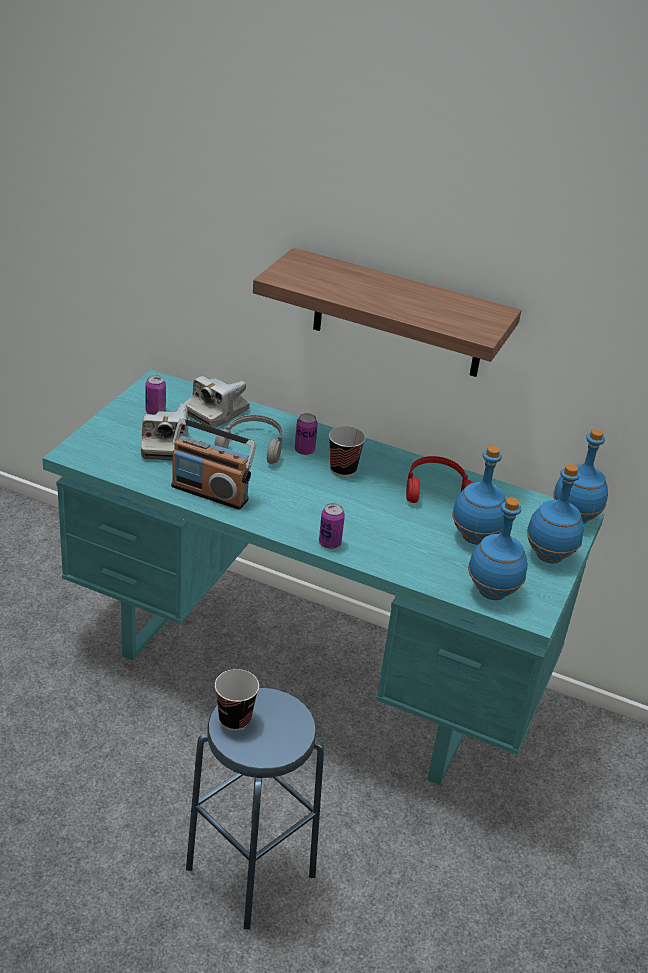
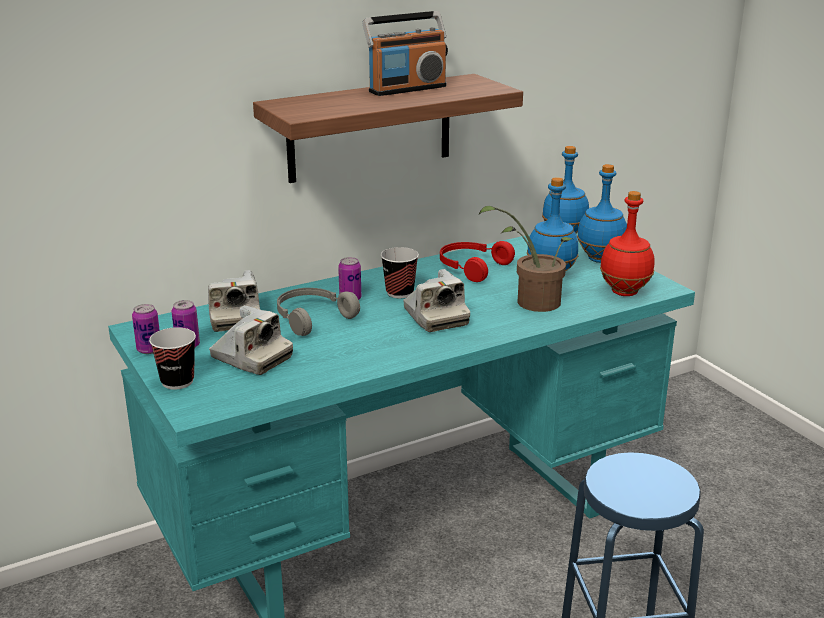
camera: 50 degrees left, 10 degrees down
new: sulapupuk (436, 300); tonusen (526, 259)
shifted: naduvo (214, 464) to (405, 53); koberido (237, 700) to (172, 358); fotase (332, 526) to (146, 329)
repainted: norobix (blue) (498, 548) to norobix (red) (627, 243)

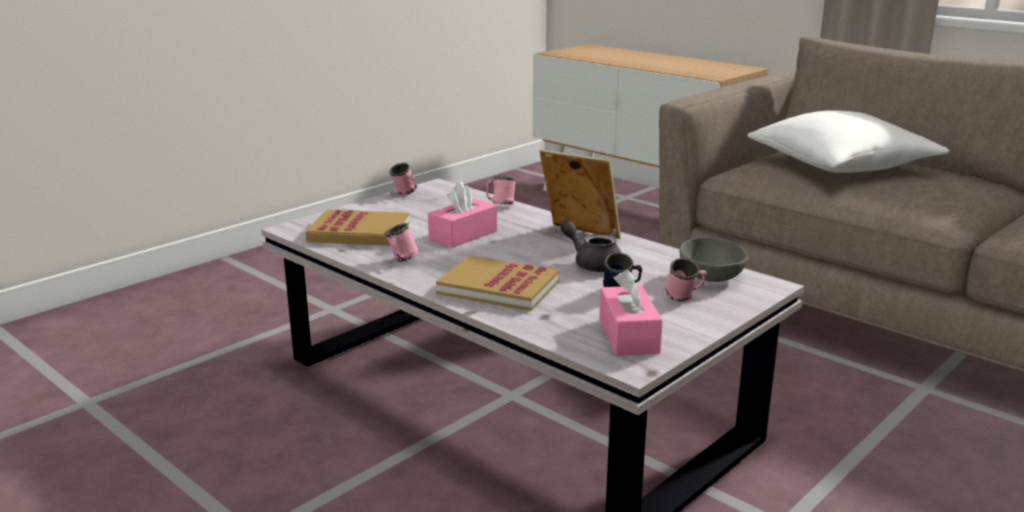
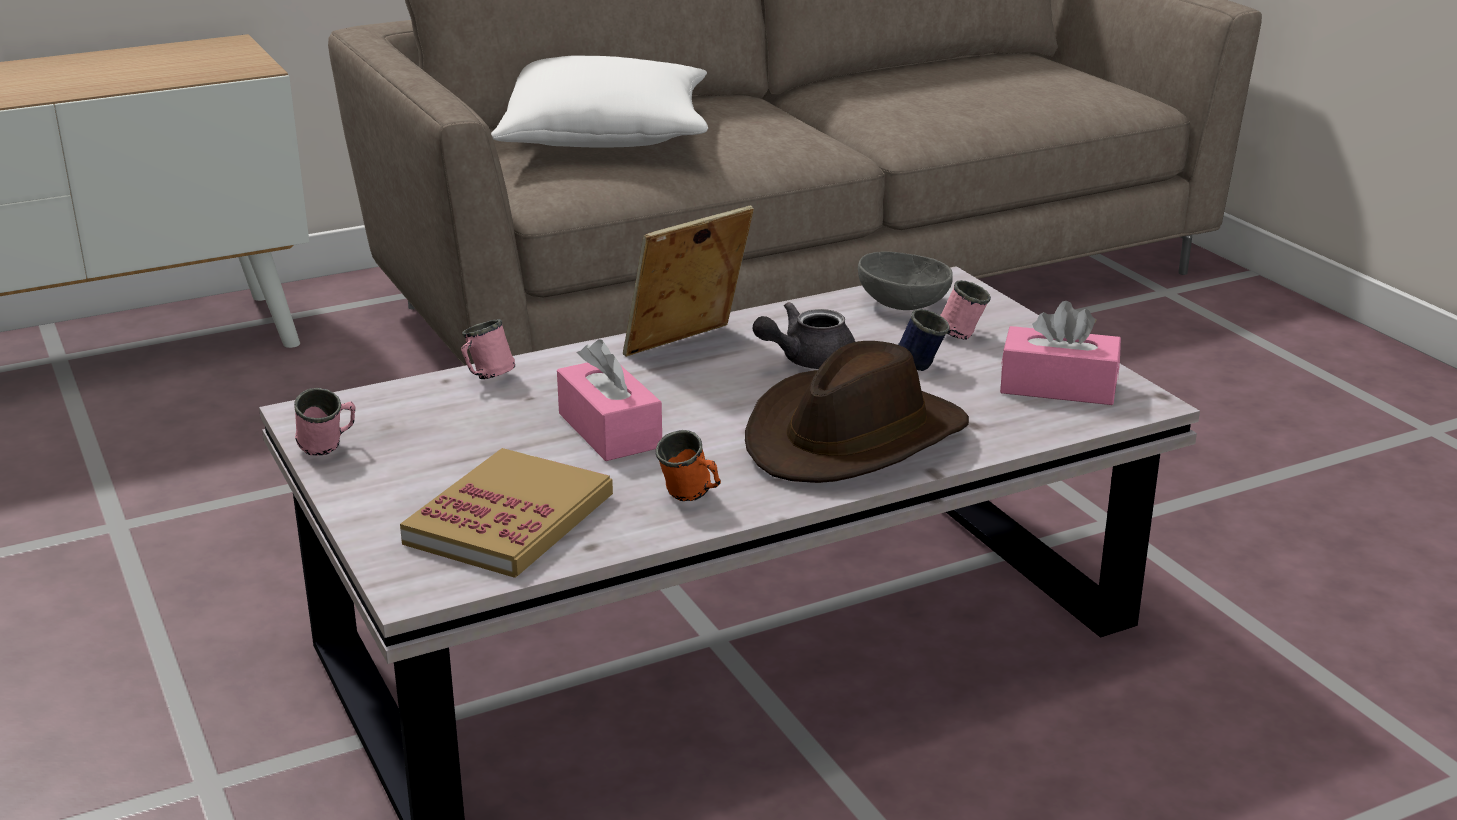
camera: 70 degrees left, 5 degrees up
swapped: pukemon (498, 283) to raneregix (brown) (857, 412)
repainted: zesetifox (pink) (401, 242) to zesetifox (orange) (688, 465)

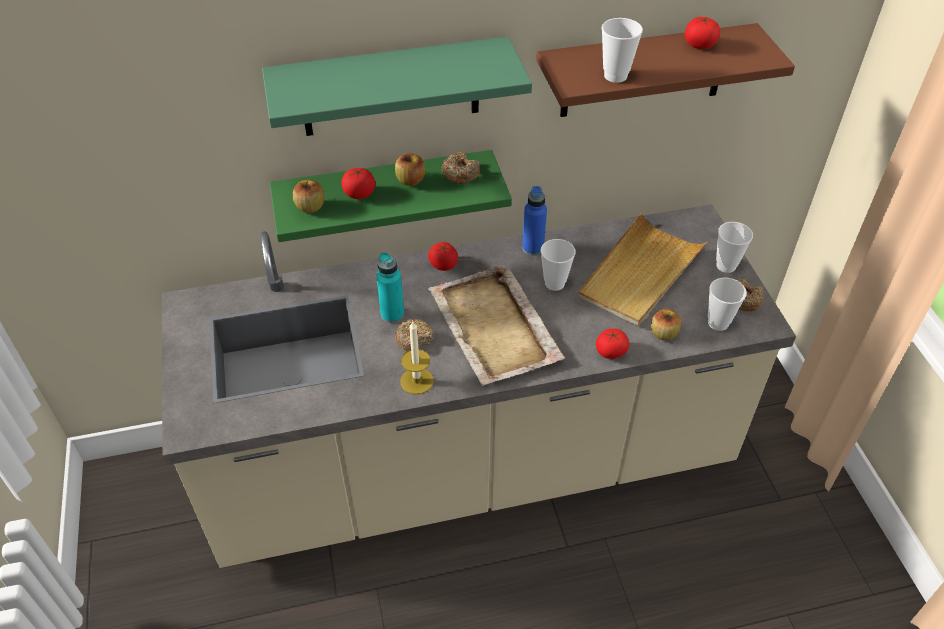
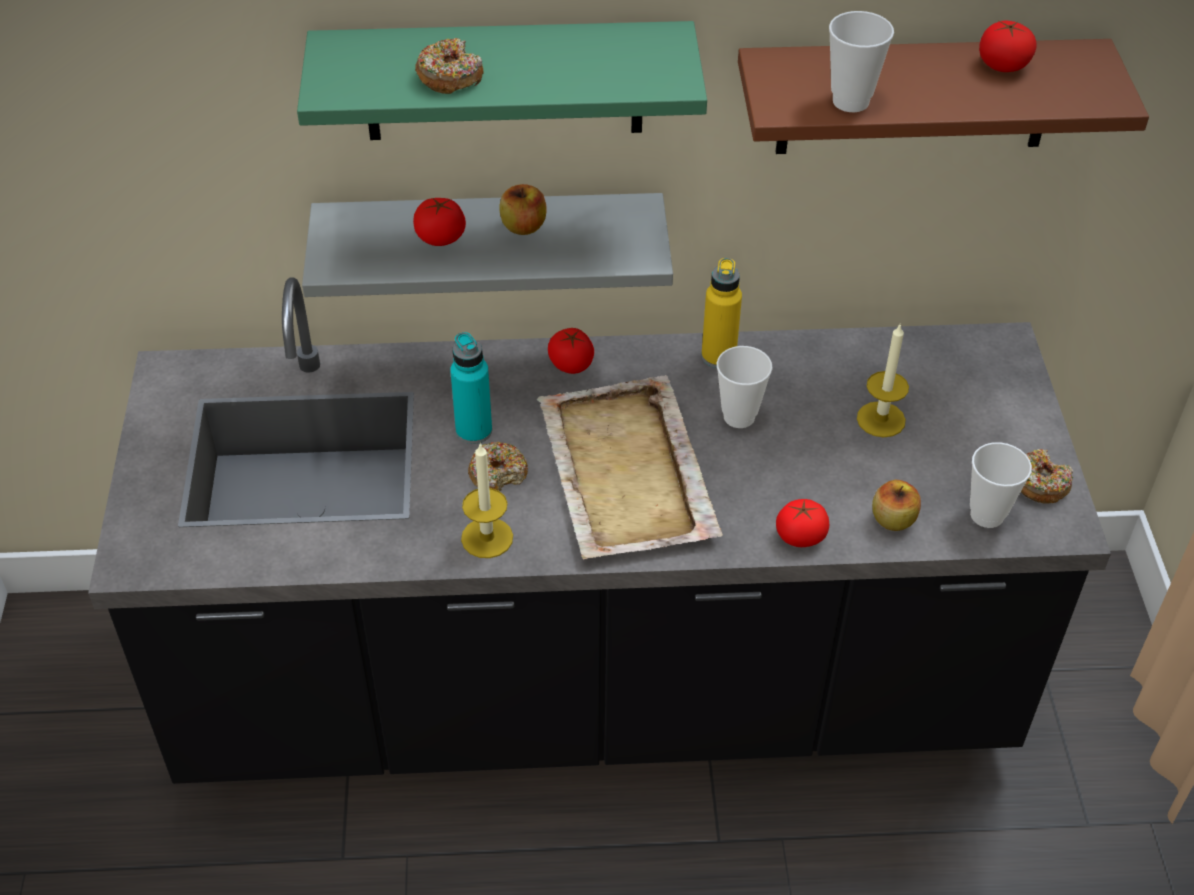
camera: 10 degrees right, 0 degrees up
gone: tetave (308, 196); koberido (734, 247)
shifted: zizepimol (461, 168) to (449, 66)
swapped: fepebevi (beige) (643, 270) to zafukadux (883, 381)
repainted: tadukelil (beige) (479, 386) to tadukelil (black) (599, 530); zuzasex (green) (391, 196) to zuzasex (grey) (487, 245); norobix (blue) (534, 221) to norobix (yellow) (721, 313)

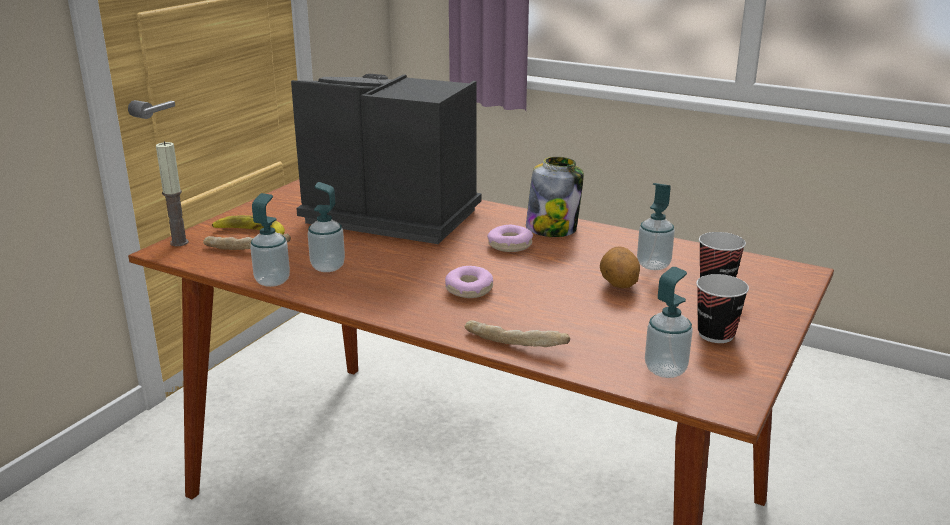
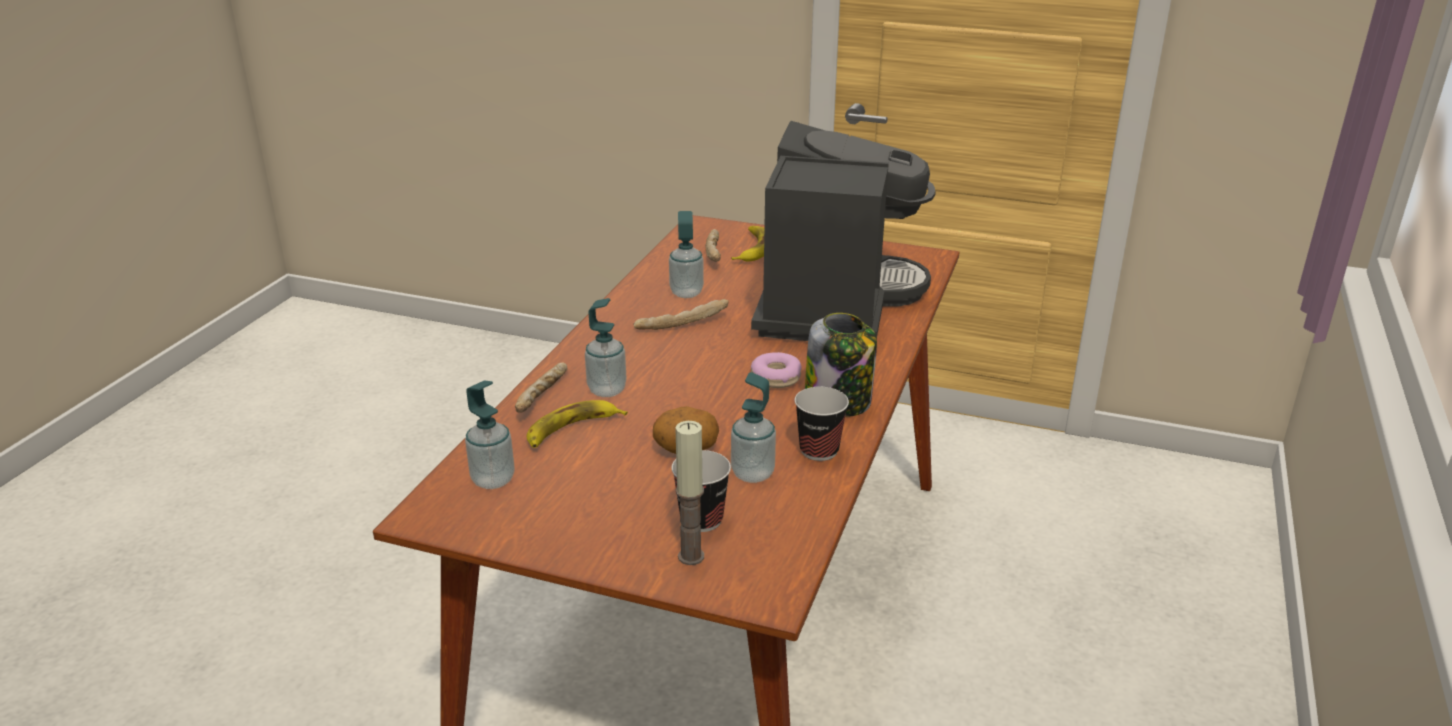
camera: 80 degrees right, 5 degrees up
gone: zizepimol (469, 282)
new: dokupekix (577, 424); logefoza (681, 314)
shifted: zafukadux (172, 193) to (690, 493); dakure (270, 240) to (606, 347); koberido (722, 308) to (822, 424)

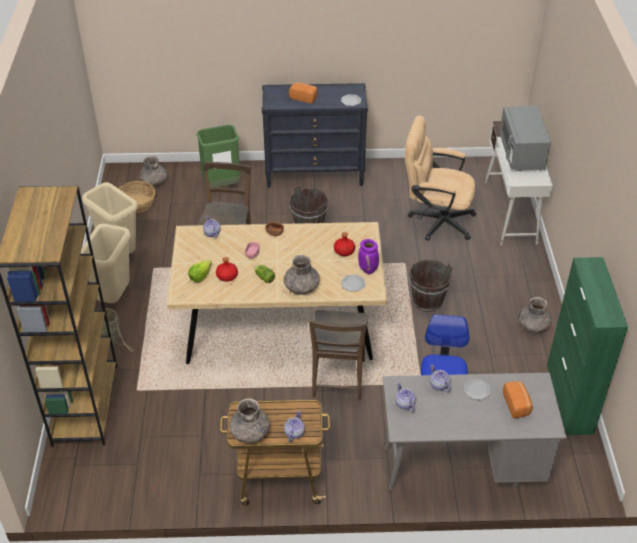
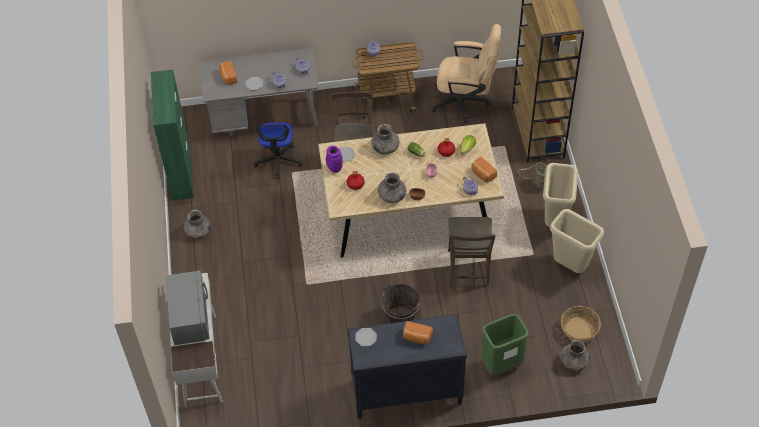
camera: 175 degrees right, 10 degrees up
gone: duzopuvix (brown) (431, 285)
new: logefoza (484, 169)
shifted: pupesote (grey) (250, 421) to (392, 187); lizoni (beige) (440, 178) to (466, 73)

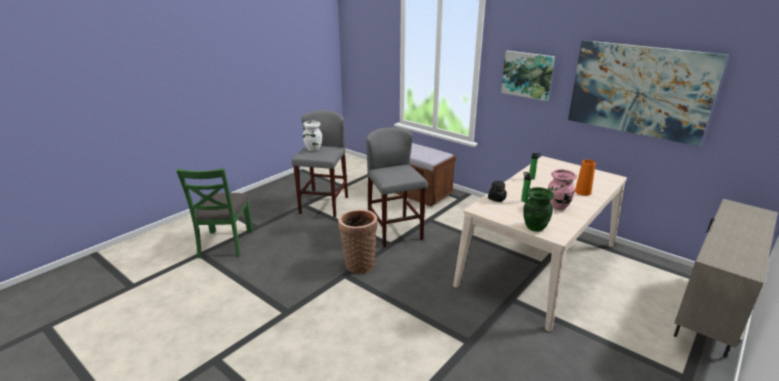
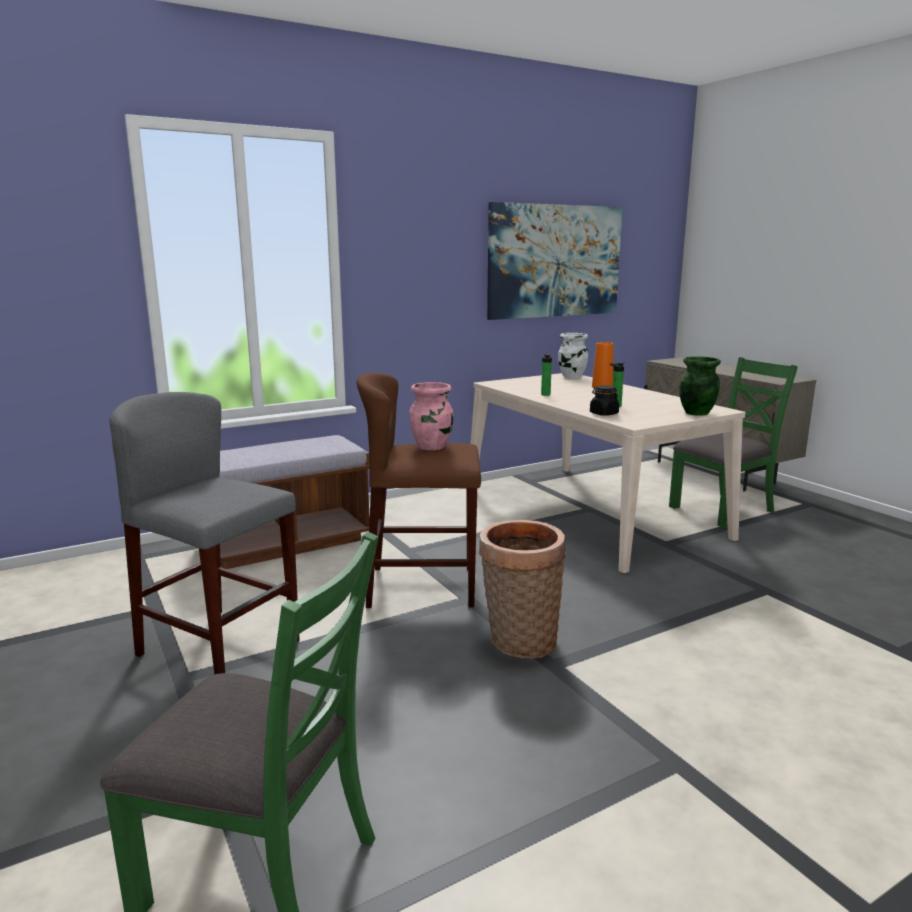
camera: 70 degrees left, 10 degrees down
gone: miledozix (528, 76)
new: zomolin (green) (733, 442)
shifted: pupesote (white) (312, 136) to (573, 355); pupesote (pink) (562, 189) to (431, 416)
repainted: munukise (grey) (396, 187) to munukise (brown) (419, 490)

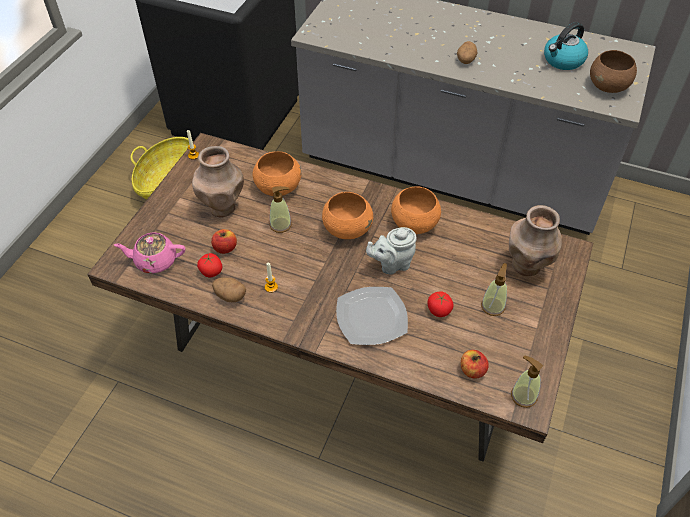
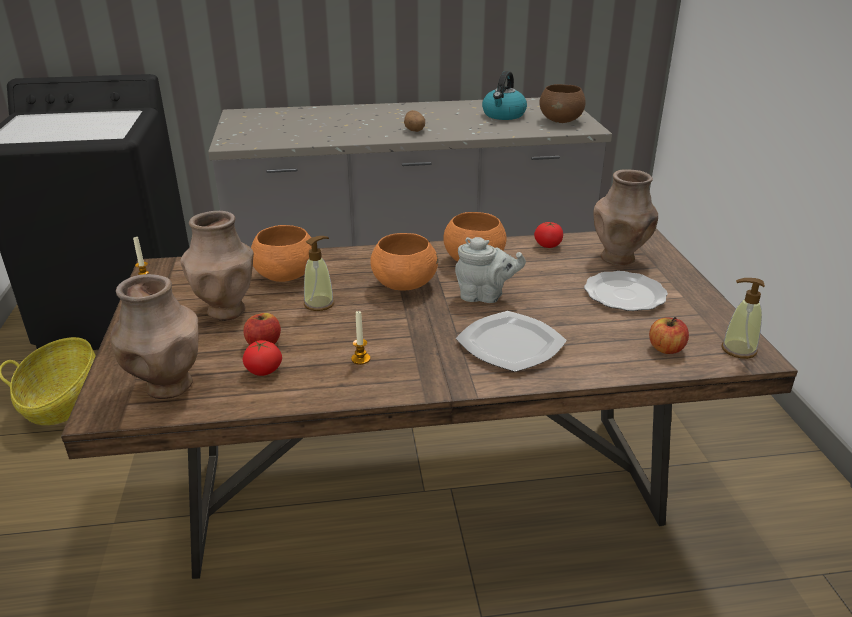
camera: 30 degrees left, 20 degrees down
gone: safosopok (229, 289)
shifted: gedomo (441, 304) to (548, 235)
swapped: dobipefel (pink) (149, 253) to pupesote (brown) (154, 336); dakure (494, 289) to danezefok (626, 291)
rotated: dobipefel (grey) (391, 251) = (490, 270) 120 degrees counterclockwise

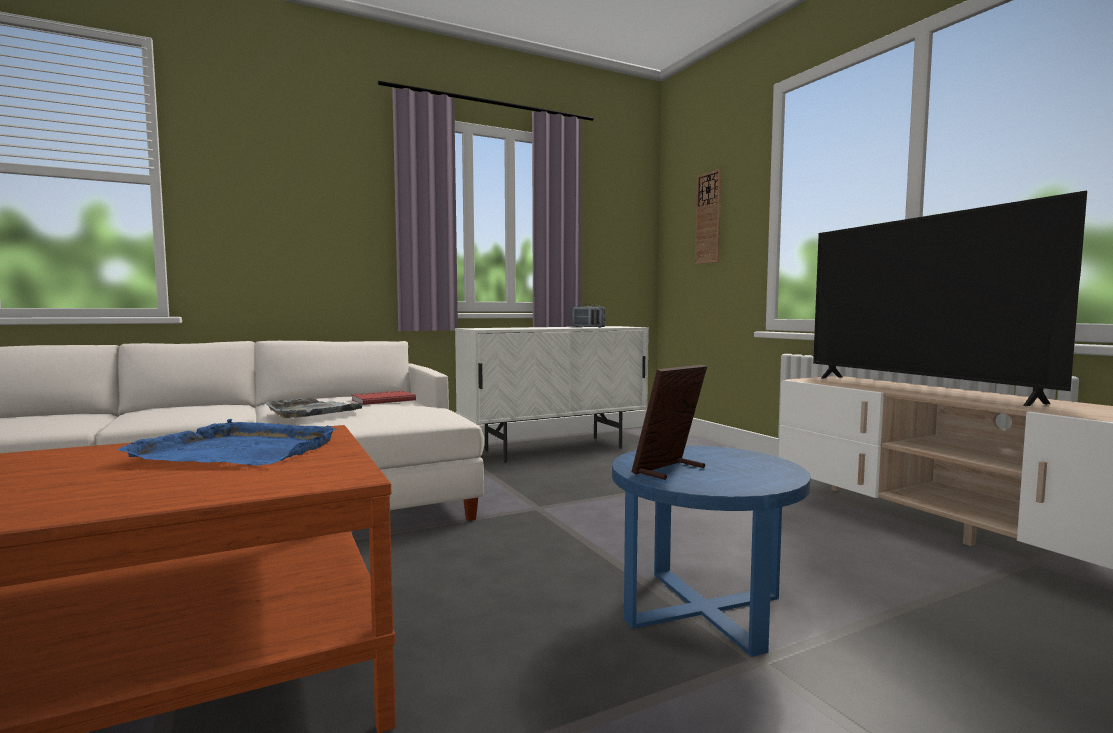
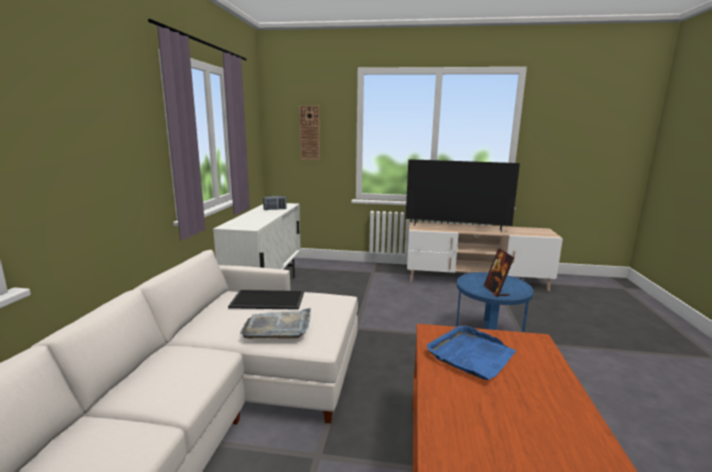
camera: 55 degrees left, 10 degrees up
swapped: pukemon (red) (384, 398) to fepebevi (266, 300)

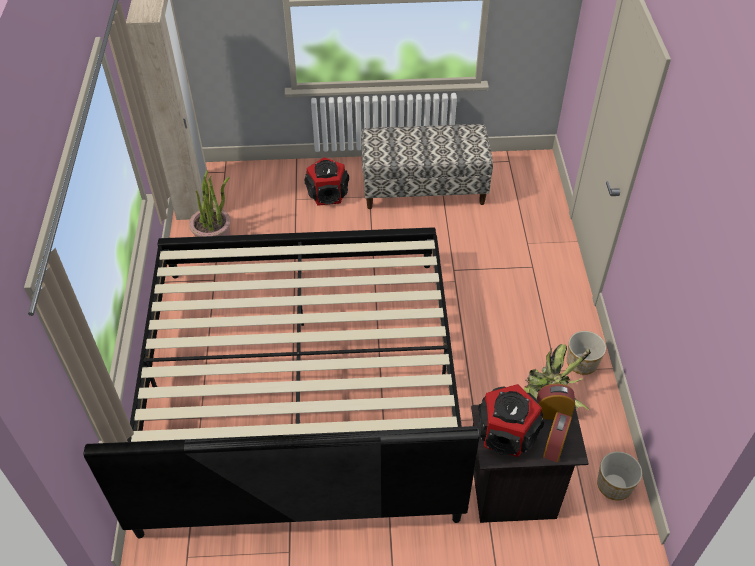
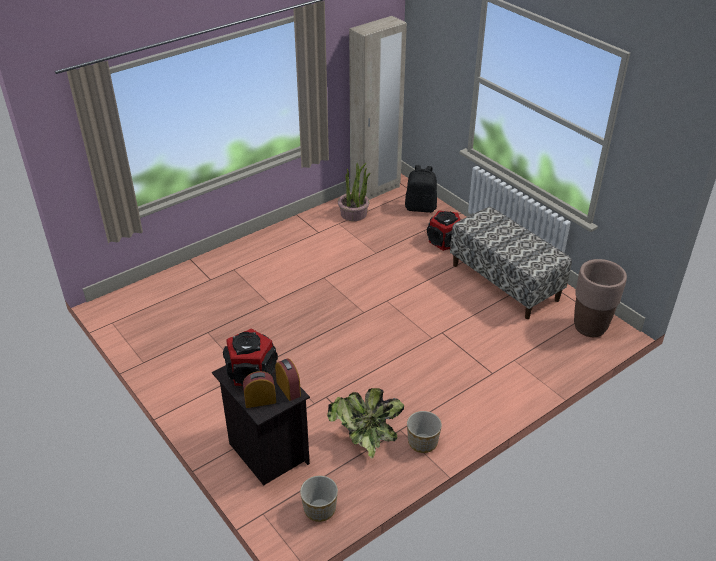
camera: 55 degrees right, 10 degrees down
gone: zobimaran (281, 382)
new: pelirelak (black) (421, 189); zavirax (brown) (600, 298)

